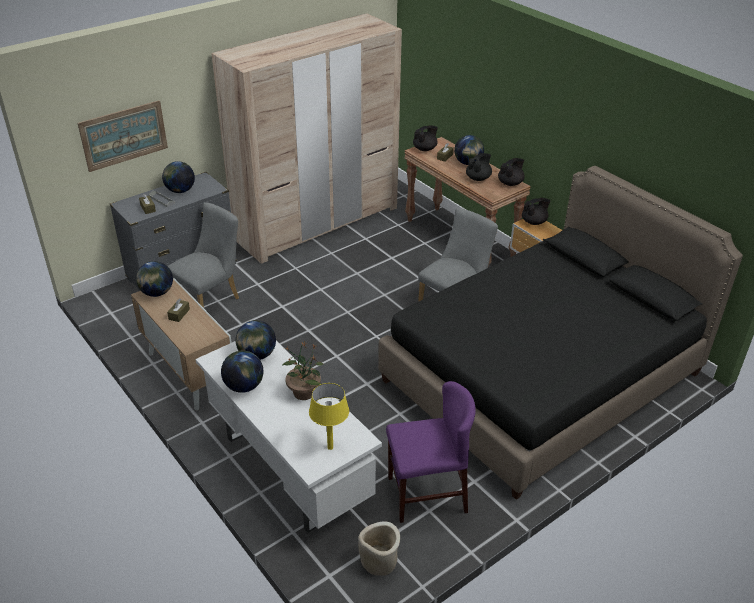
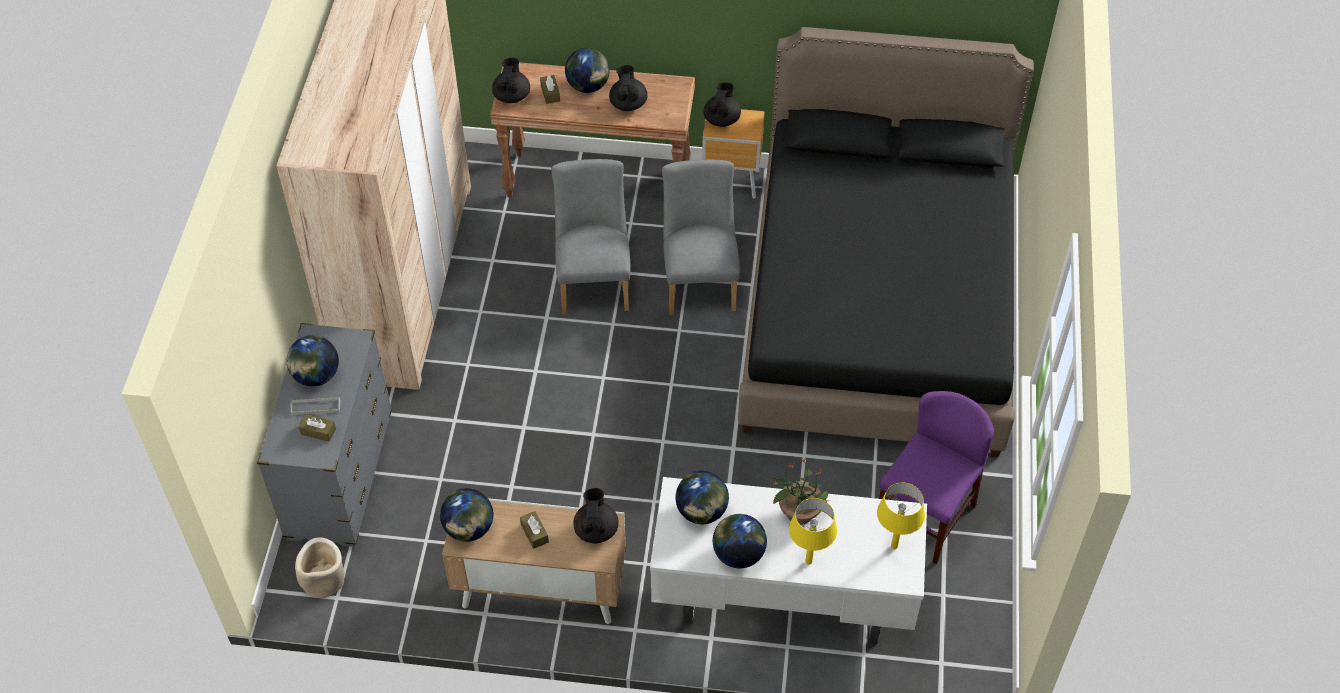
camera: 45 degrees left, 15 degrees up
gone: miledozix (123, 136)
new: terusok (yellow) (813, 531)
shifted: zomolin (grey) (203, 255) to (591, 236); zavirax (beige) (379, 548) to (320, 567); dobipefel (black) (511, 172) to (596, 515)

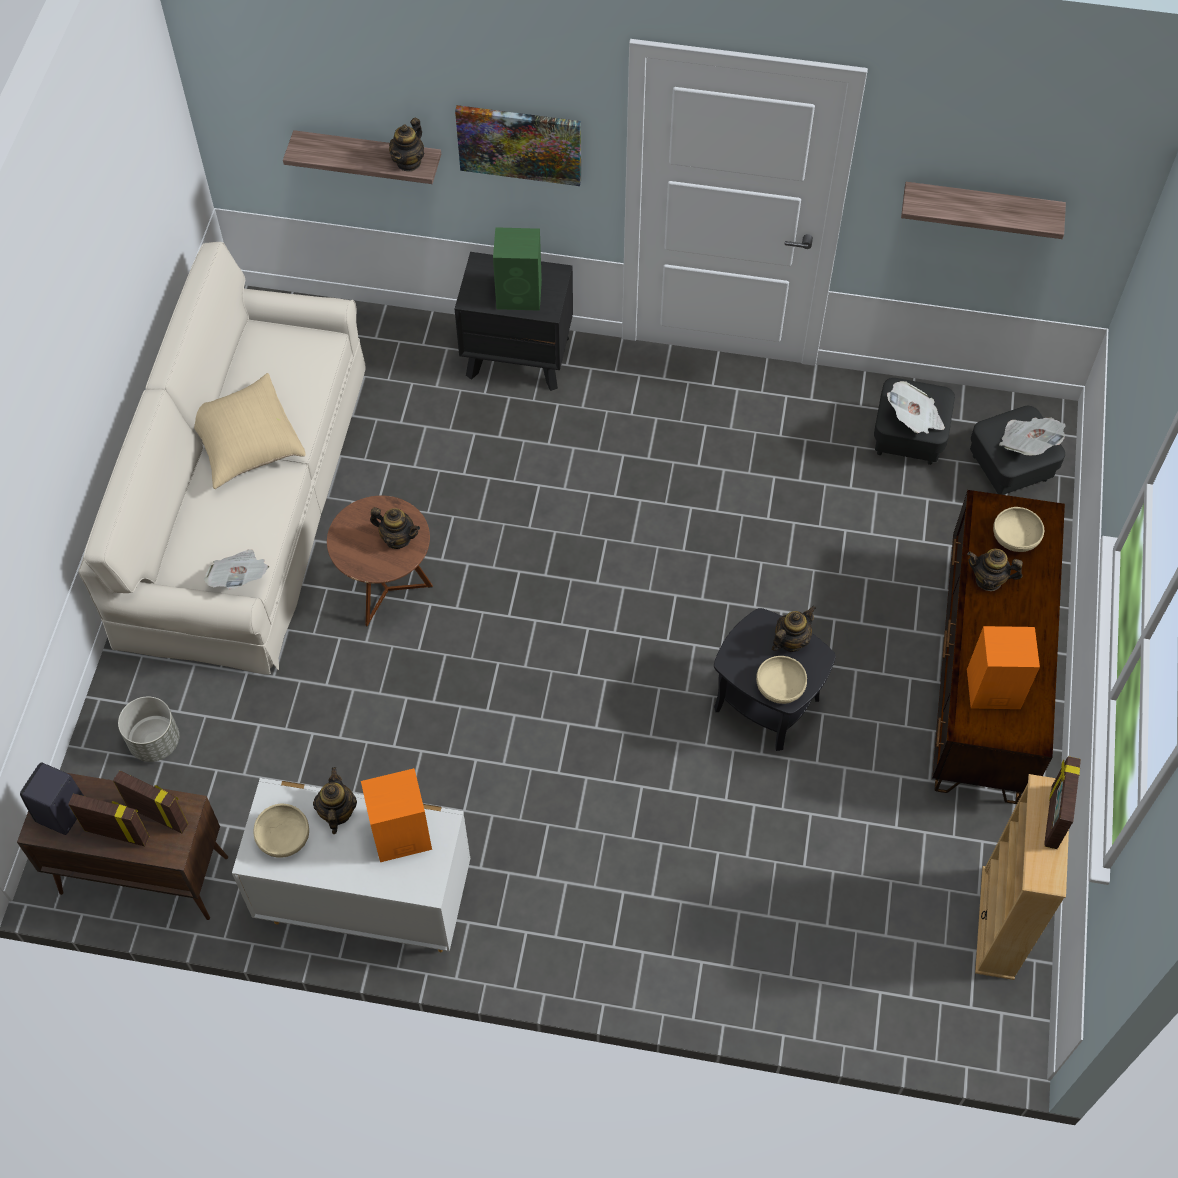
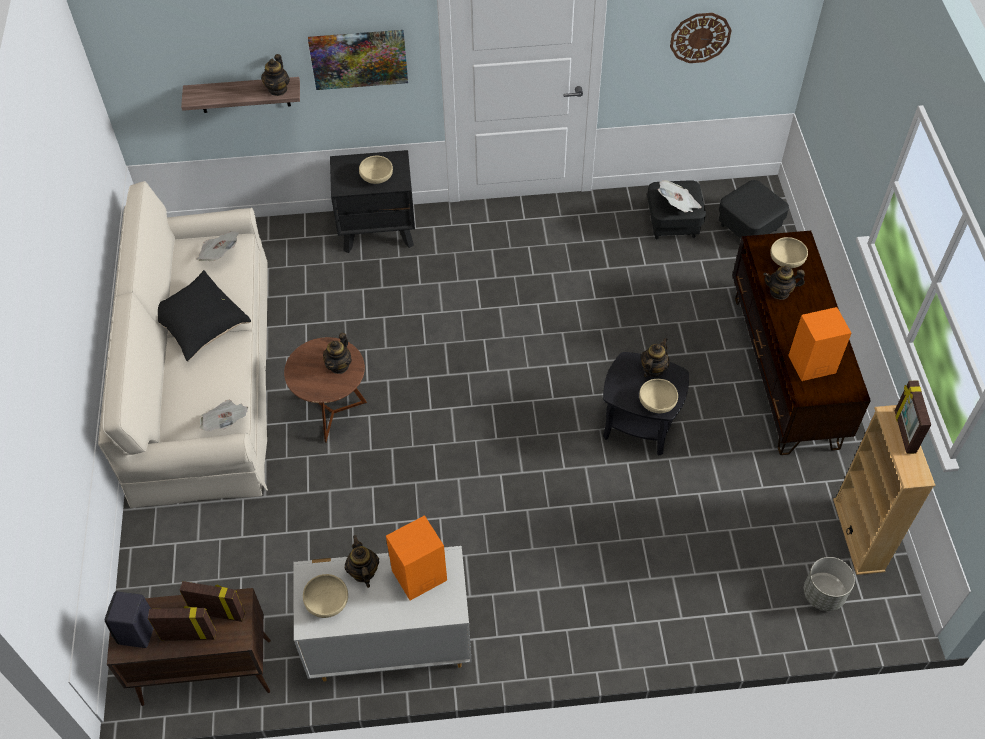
camera: 15 degrees left, 5 degrees down
shifted: zavirax (grey) (148, 729) to (829, 584); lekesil (1032, 436) to (217, 246)
swapped: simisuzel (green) (517, 269) to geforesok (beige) (376, 170); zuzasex (983, 210) to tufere (701, 38)
repainted: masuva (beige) (250, 431) to masuva (black) (204, 315)
rotated: dobipefel (395, 528) = (337, 353) 105 degrees clockwise

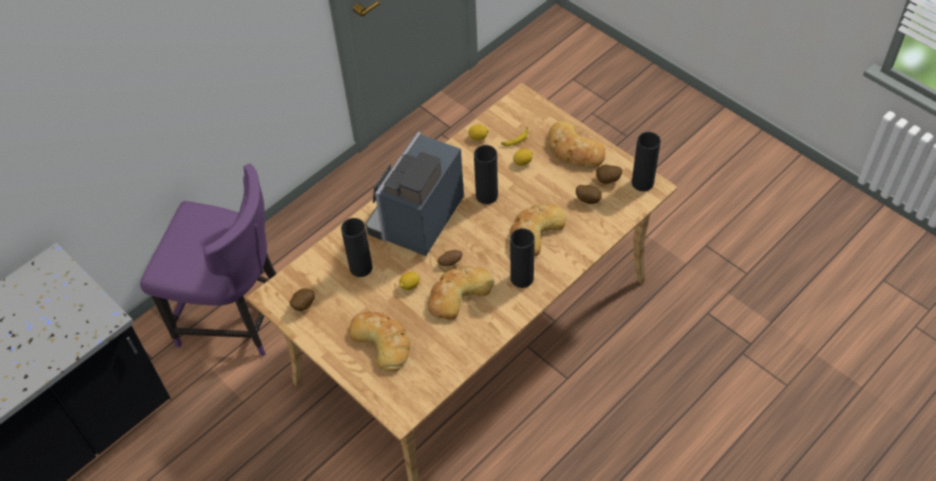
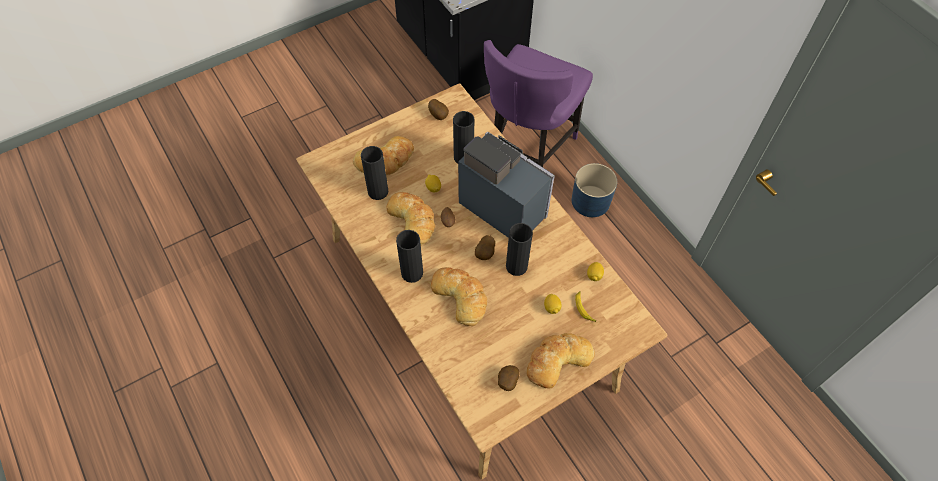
camera: 100 degrees right, 5 degrees up
new: zavirax (blue) (594, 190)
shifted: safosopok (589, 194) to (485, 247); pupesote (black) (646, 161) to (374, 173)

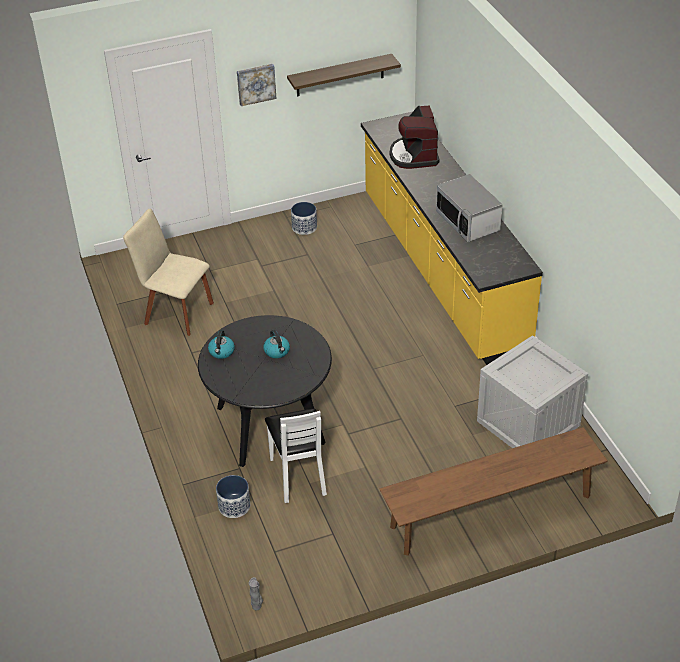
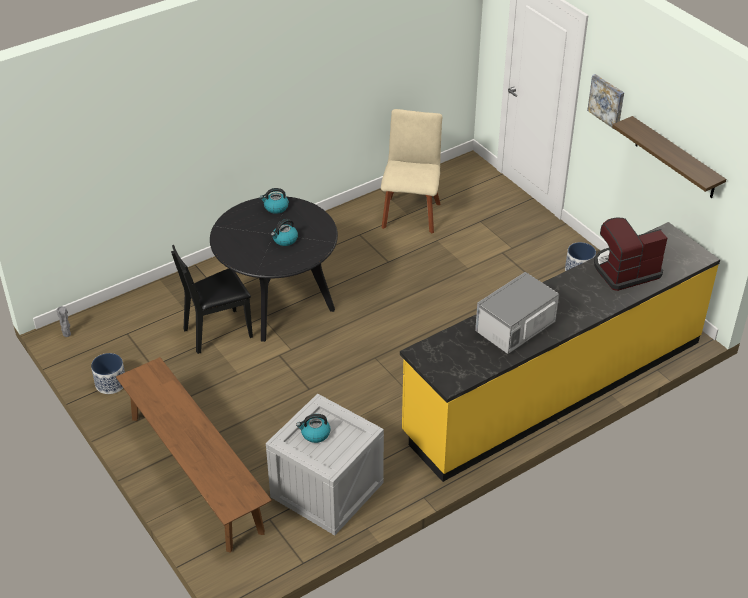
camera: 75 degrees right, 0 degrees up
new: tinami (313, 428)
shifted: zavirax (233, 496) to (108, 373)
repainted: zomolin (white) (296, 456) to zomolin (black) (212, 299)

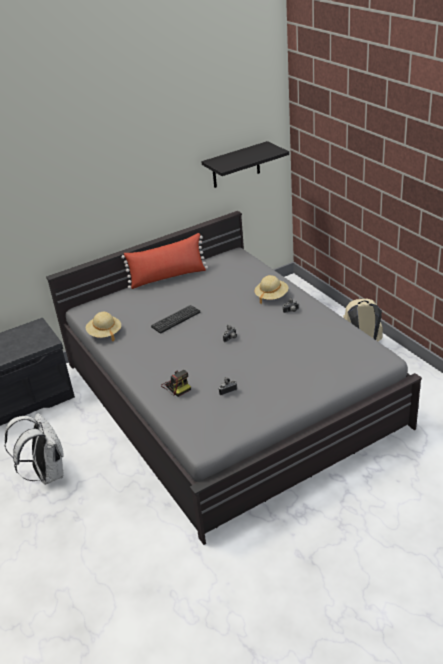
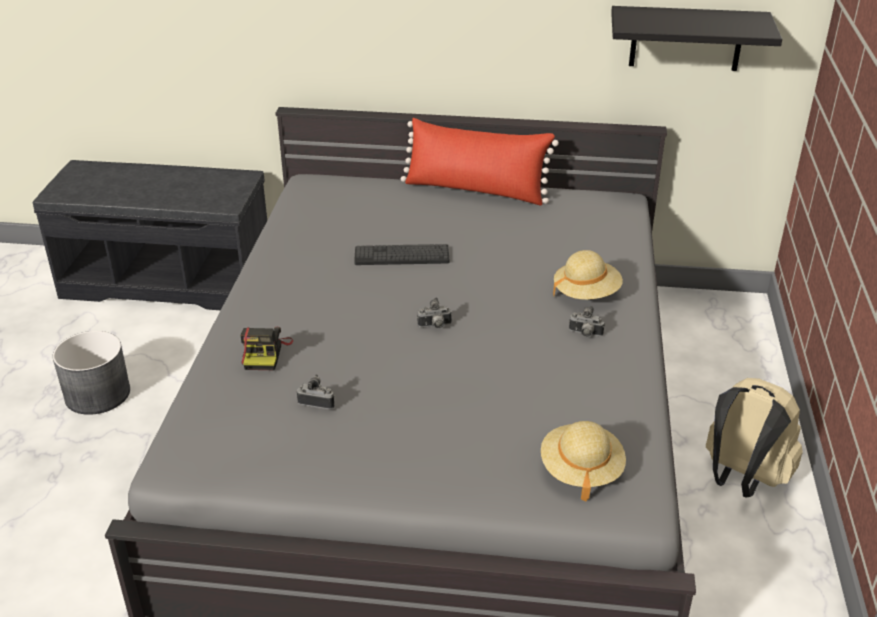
camera: 35 degrees right, 0 degrees up
shifted: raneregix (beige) (103, 326) to (583, 461)
swapped: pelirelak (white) (33, 449) to zavirax (grey) (91, 373)

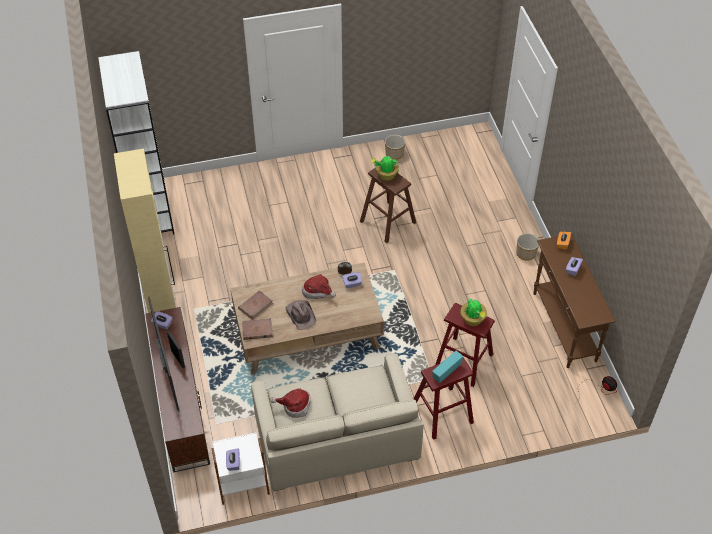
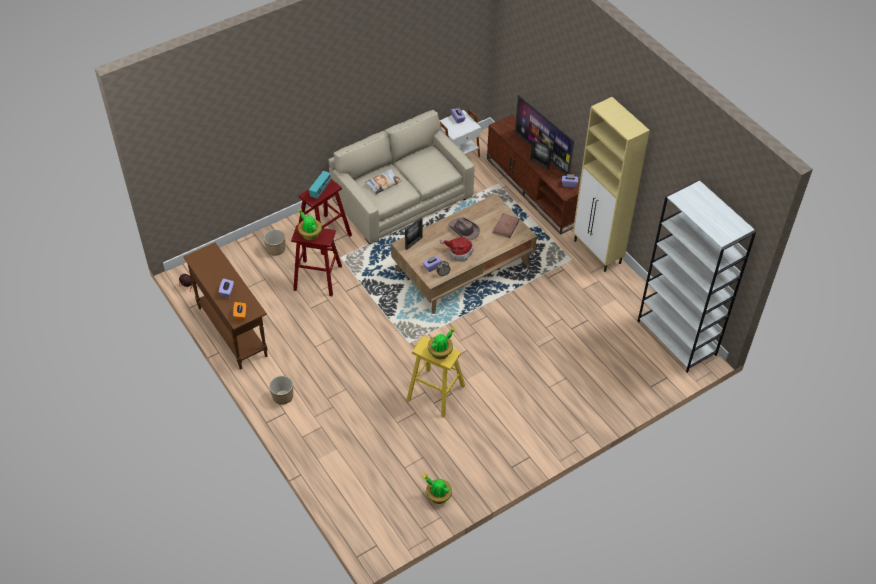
camera: 160 degrees right, 0 degrees up
gone: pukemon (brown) (257, 329); raneregix (290, 403)
new: masuva (383, 181); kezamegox (414, 234); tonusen (437, 489)
shifted: zavirax (395, 147) to (274, 242)
repainted: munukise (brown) (388, 206) to munukise (yellow) (435, 377)

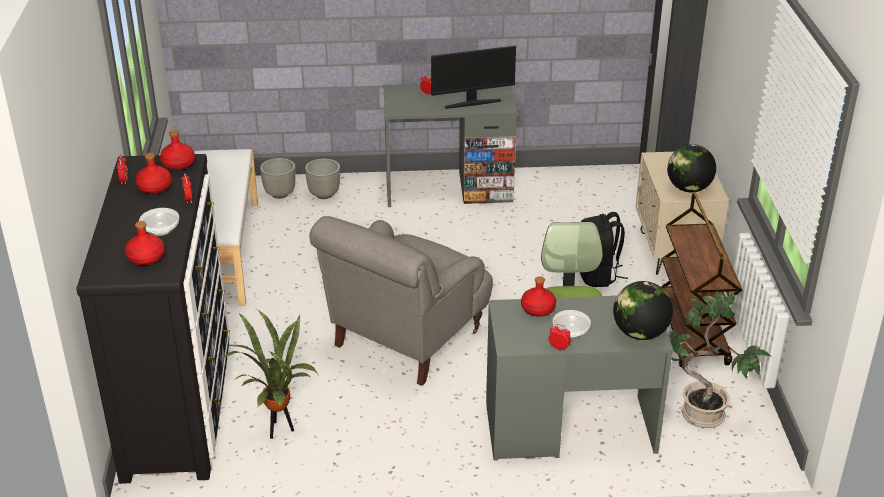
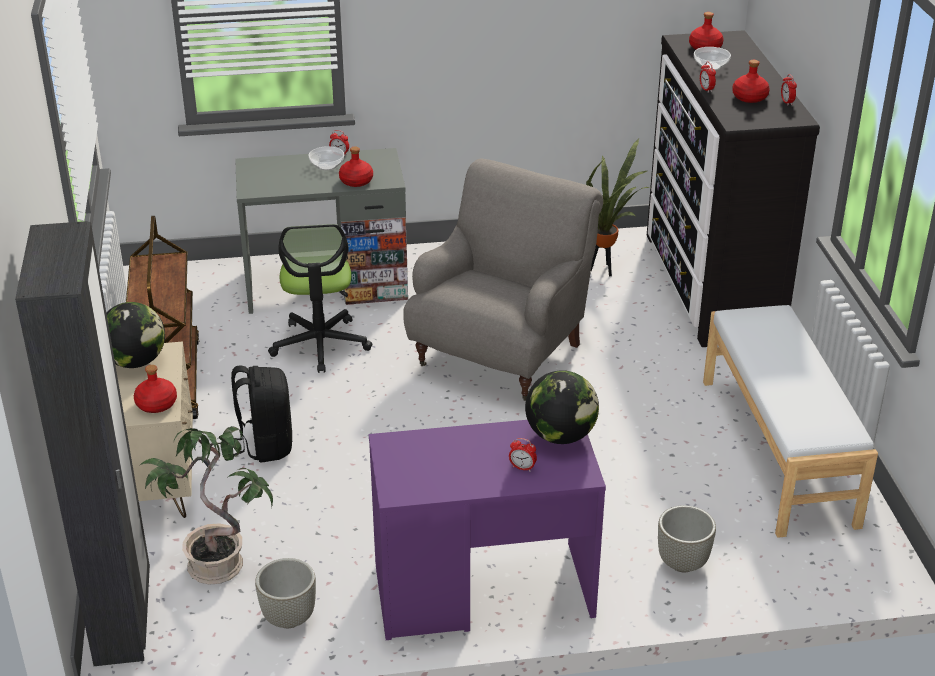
camera: 175 degrees right, 0 degrees up
gone: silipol (473, 77)
shifted: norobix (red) (177, 150) to (155, 389); zavirax (grey) (278, 178) to (285, 593); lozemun (643, 310) to (562, 407); tonusen (720, 359) to (206, 505)
repainted: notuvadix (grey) (450, 145) to notuvadix (purple) (487, 530)

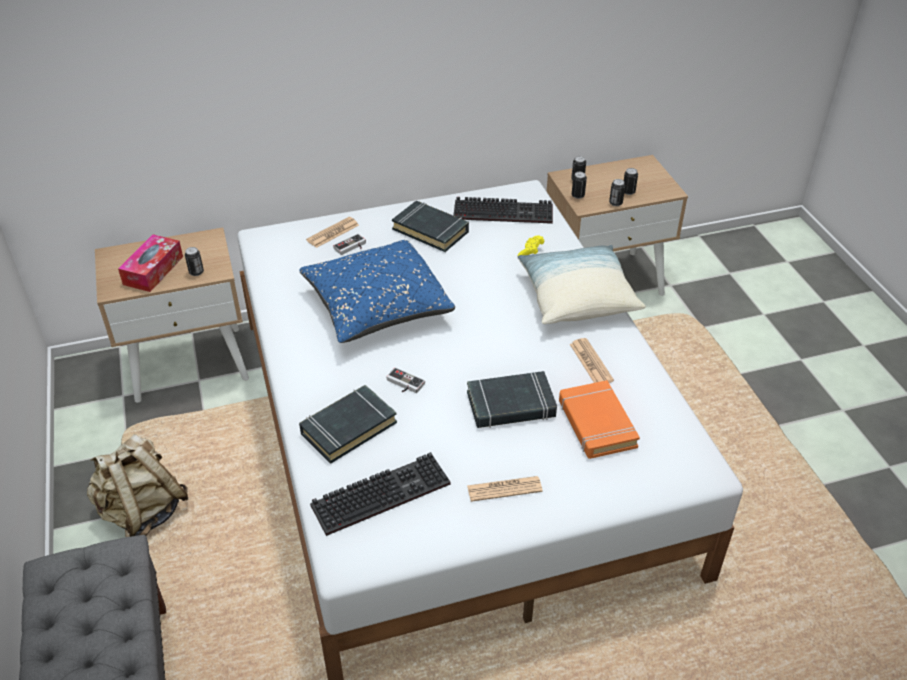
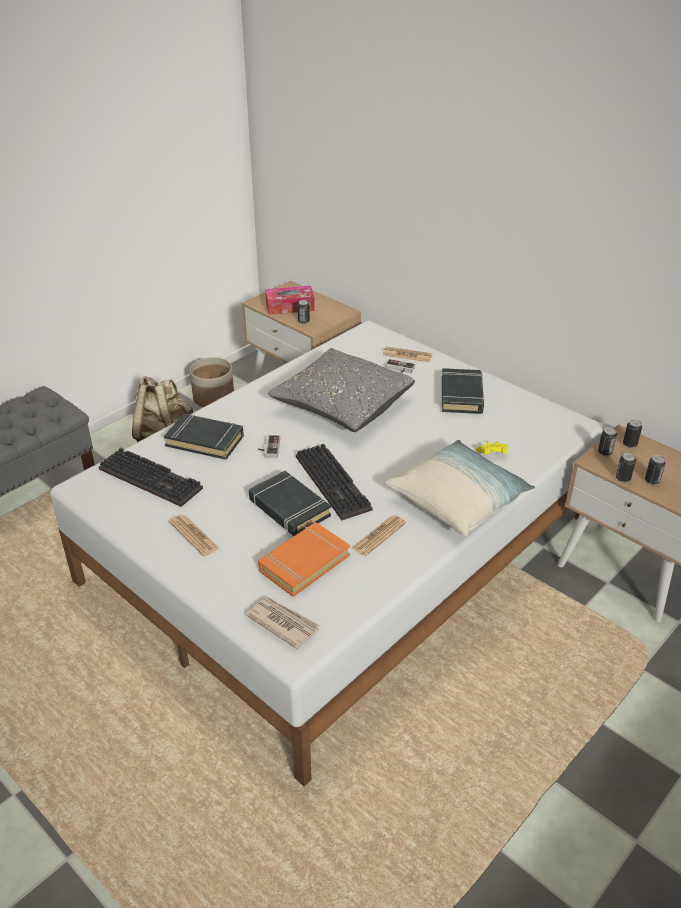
camera: 60 degrees right, 5 degrees down
new: zavirax (212, 382); lekesil (283, 623)
shifted: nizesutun (503, 210) to (334, 482)
repainted: masuva (blue) (377, 291) to masuva (grey) (341, 390)

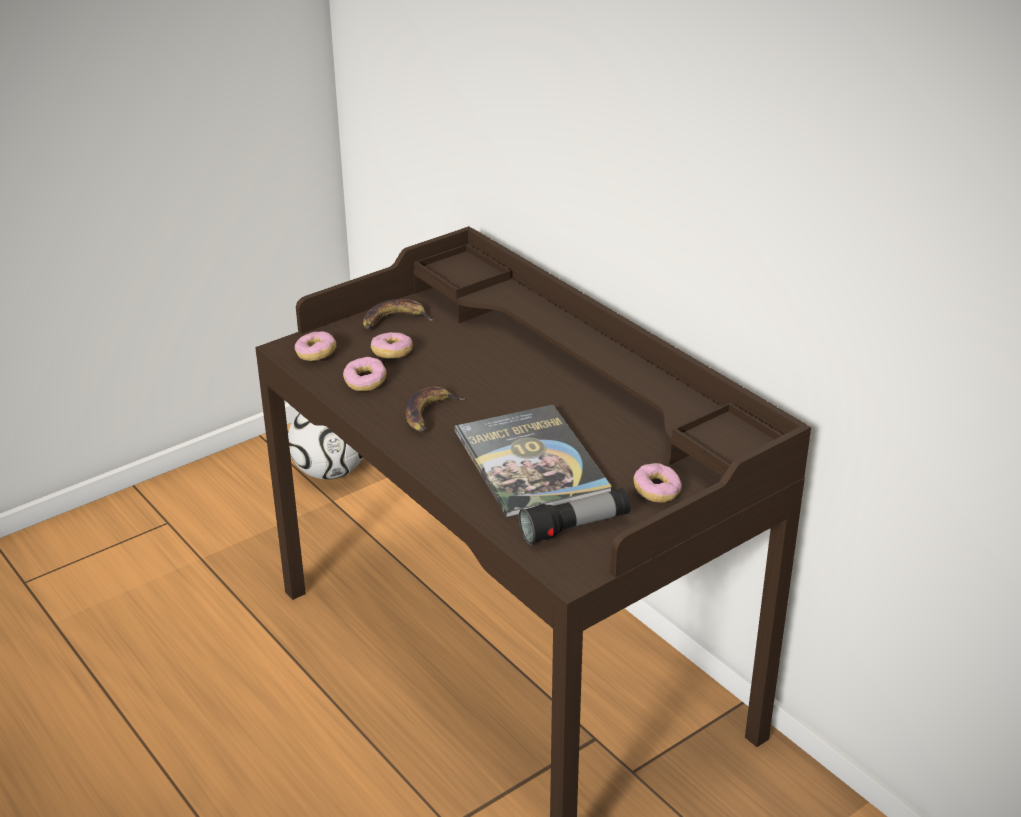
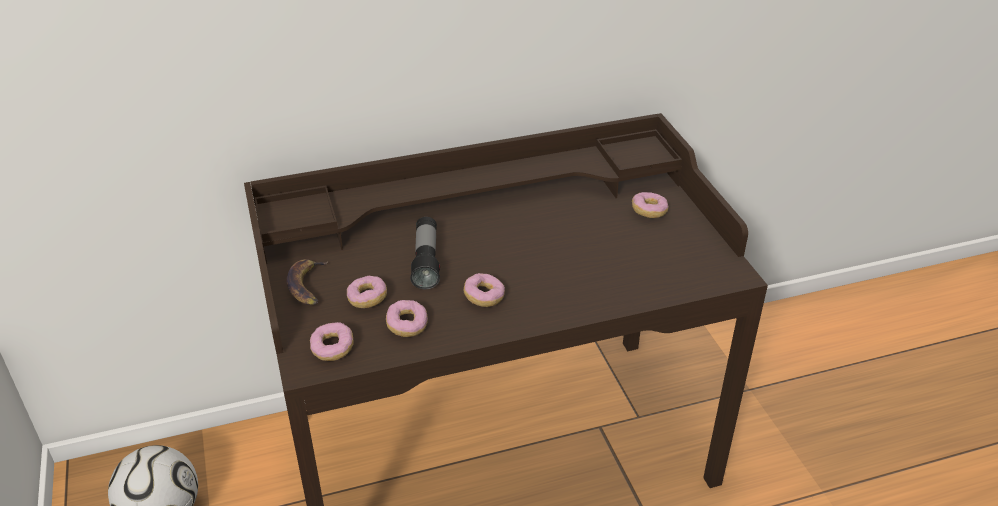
camera: 70 degrees left, 5 degrees up
gone: pukemon (533, 461)
shifted: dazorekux (575, 516) to (425, 253)
swapped: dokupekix (435, 409) to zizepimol (484, 290)

